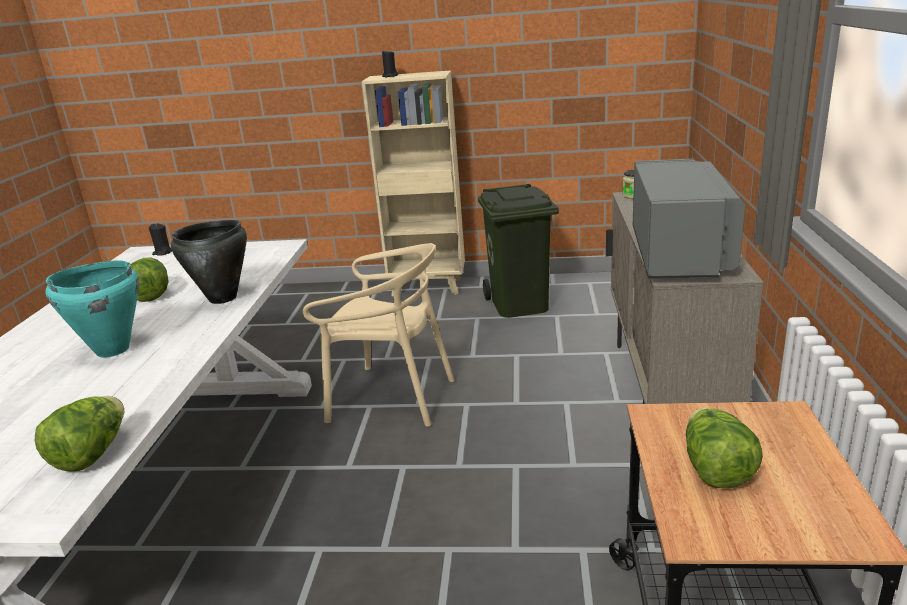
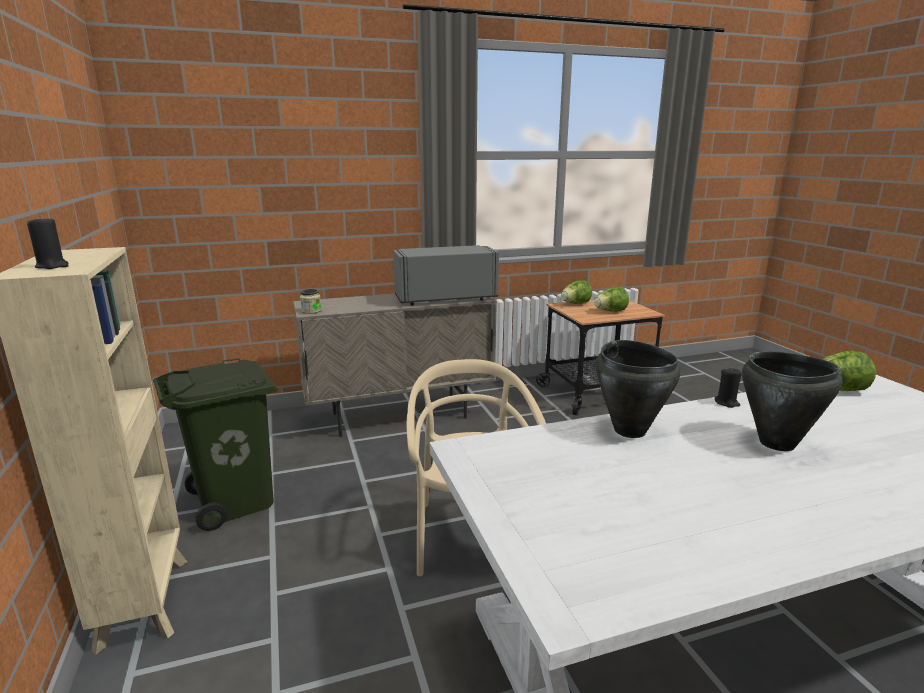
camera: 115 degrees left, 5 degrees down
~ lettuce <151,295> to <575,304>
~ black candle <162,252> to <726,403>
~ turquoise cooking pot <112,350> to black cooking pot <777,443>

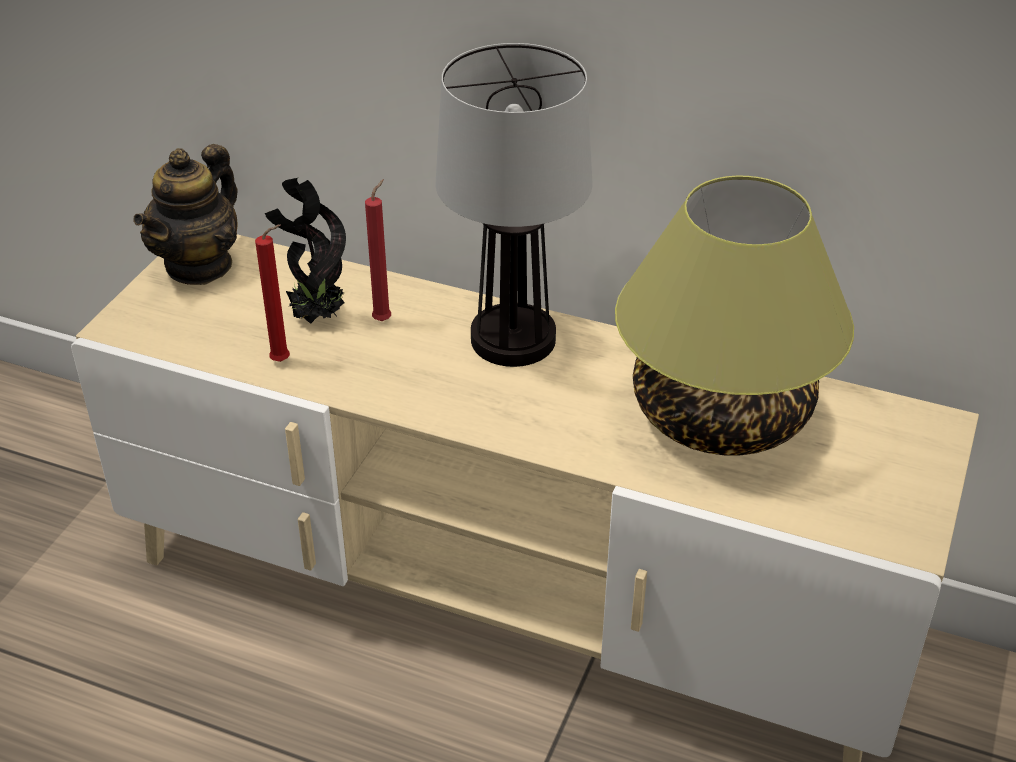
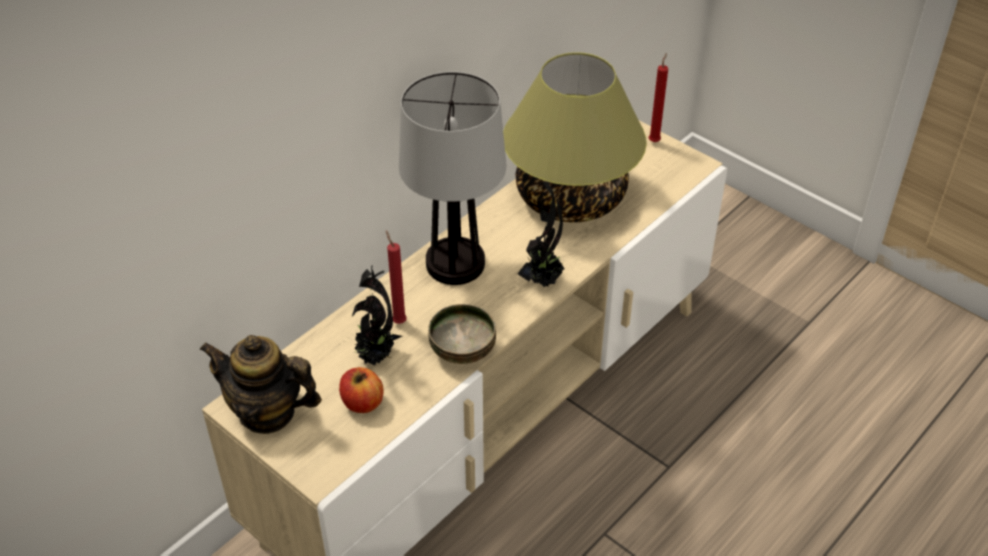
camera: 70 degrees left, 5 degrees up
+ apple <362,402>
+ bowl <463,350>
+ potted plant <543,279>
~ red candle <284,361> to <654,141>
~ teapot <199,265> = <267,412> 150 degrees clockwise

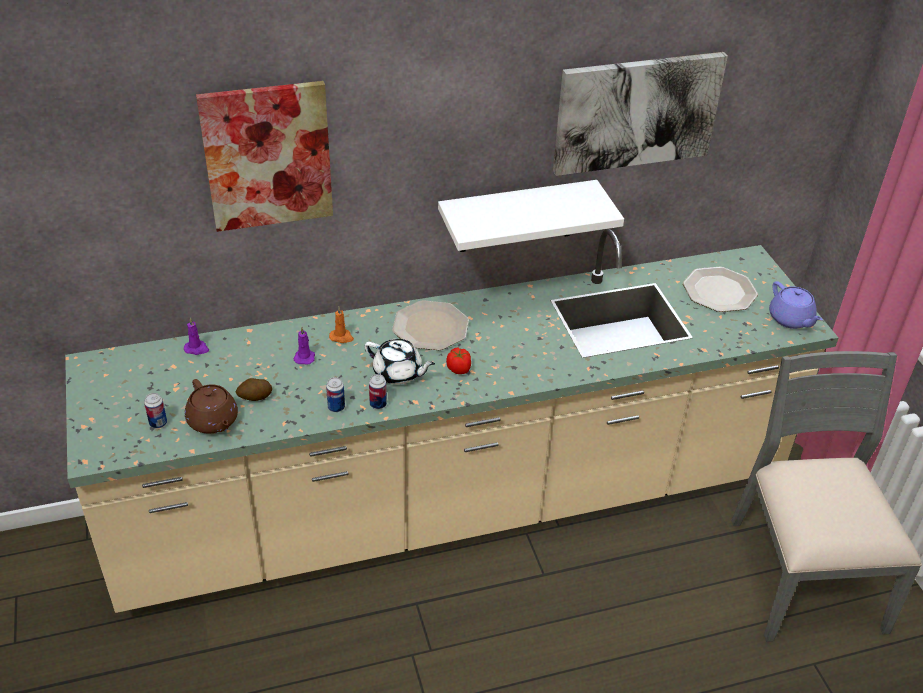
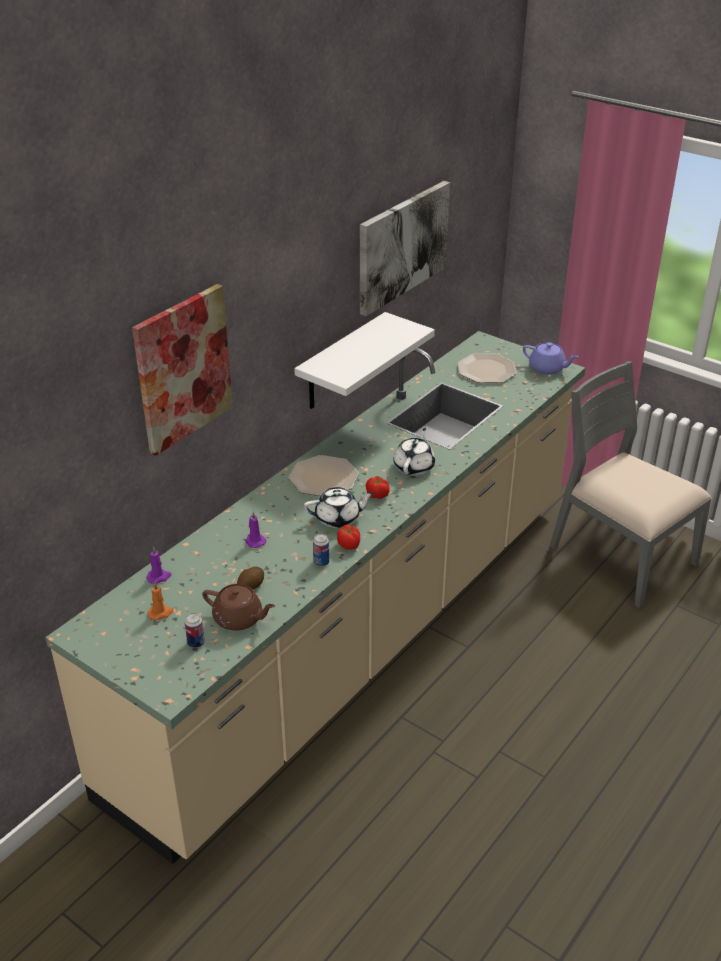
camera: 35 degrees left, 5 degrees down
+ white teapot <414,466>
~ orange candle <342,337> to <160,613>
~ can <378,404> to tomato <349,545>

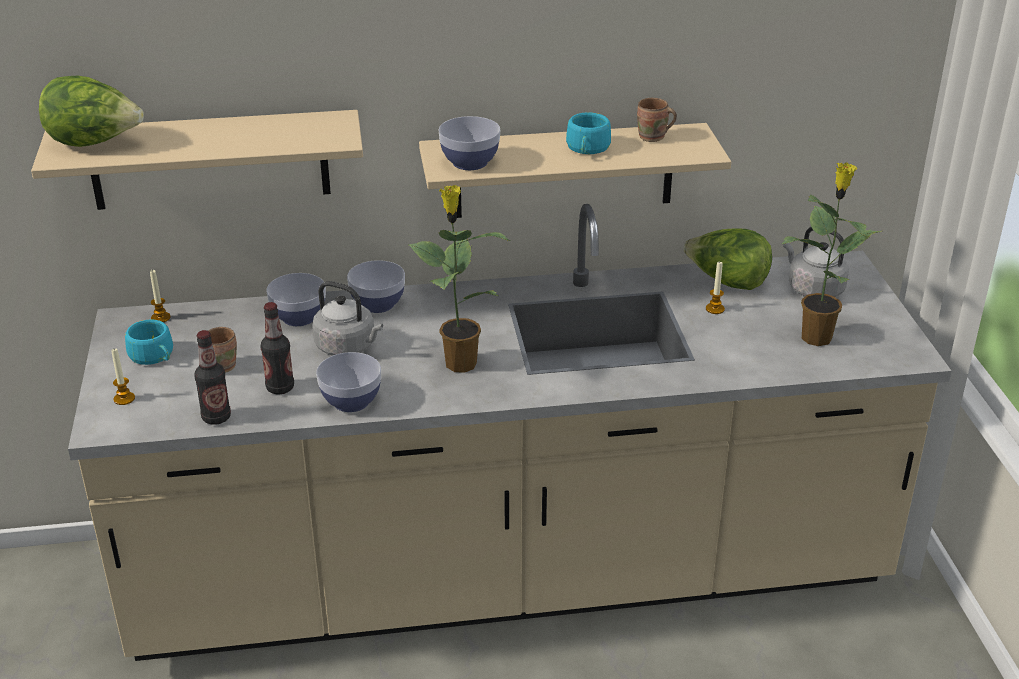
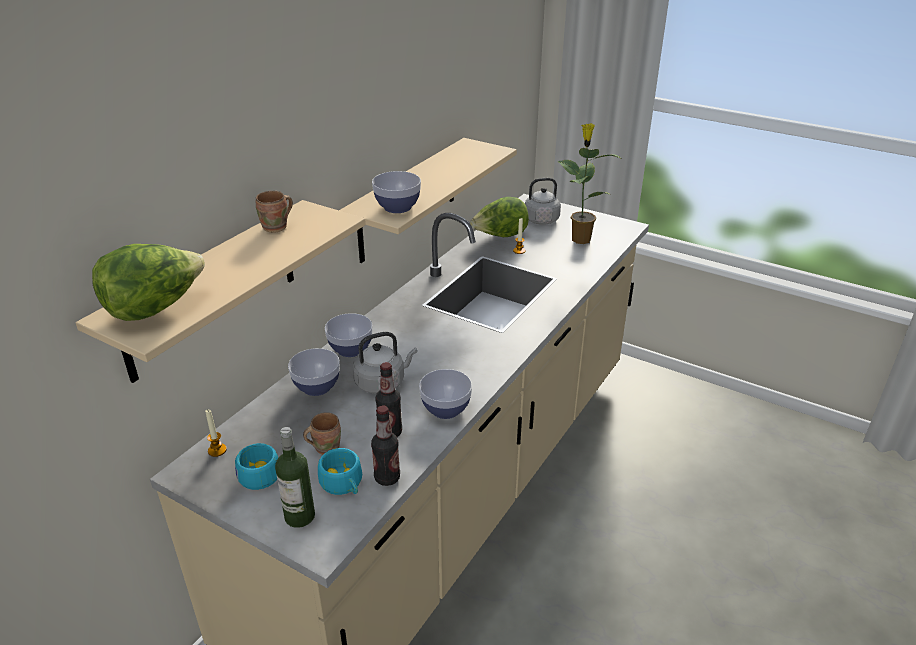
camera: 50 degrees left, 0 degrees up
- potted plant <459,362>
~ turquoise cup <587,149> to <343,484>
~ brown mug <653,138> to <277,228>
~ candle <124,399> to bottle <300,516>

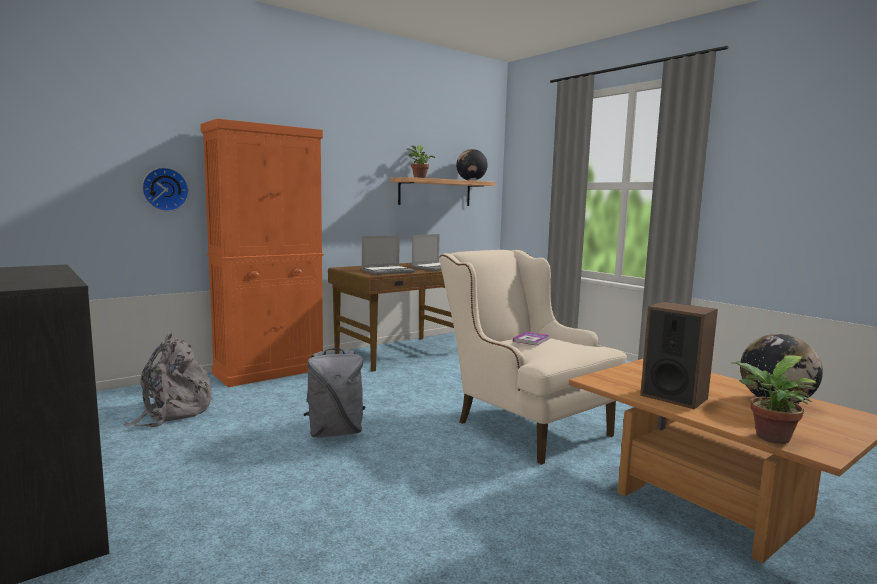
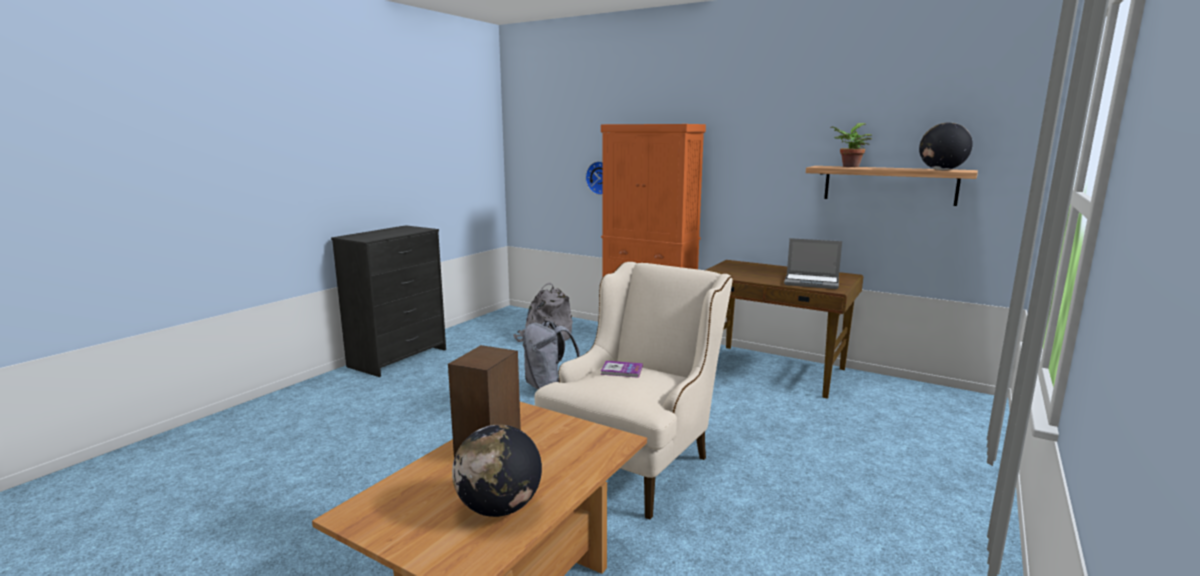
camera: 70 degrees right, 5 degrees up
- laptop <388,271>
- potted plant <769,438>

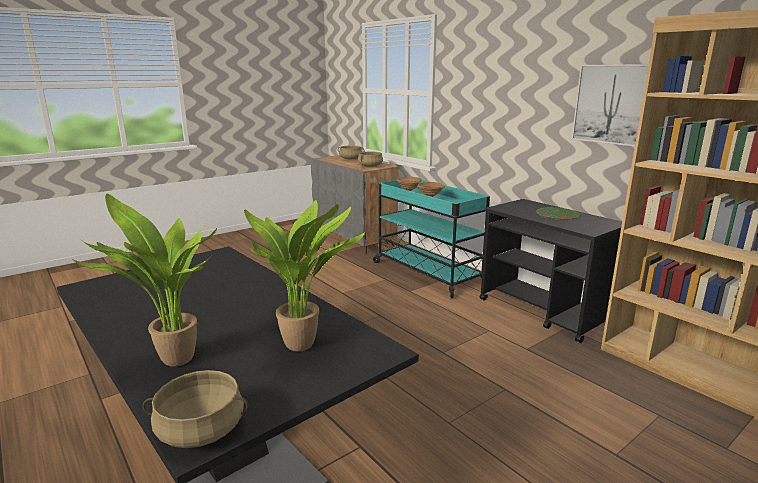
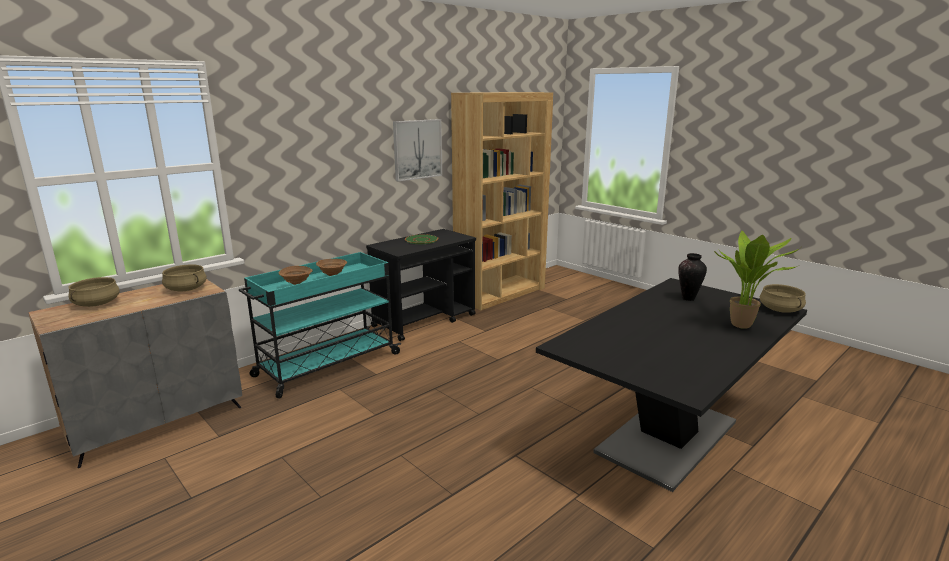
camera: 95 degrees left, 0 degrees up
~ potted plant <304,344> to vase <688,299>

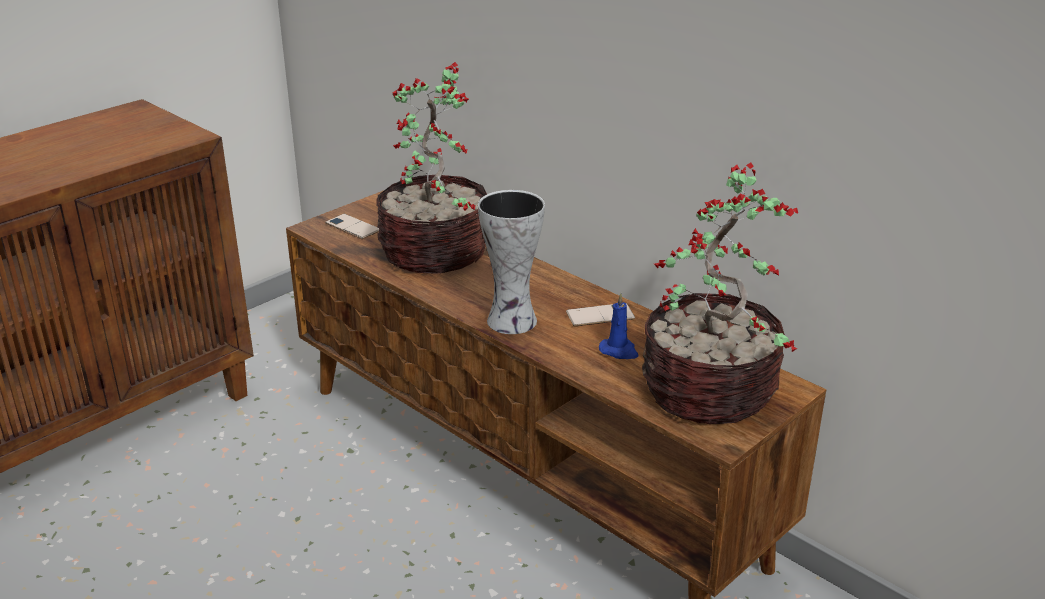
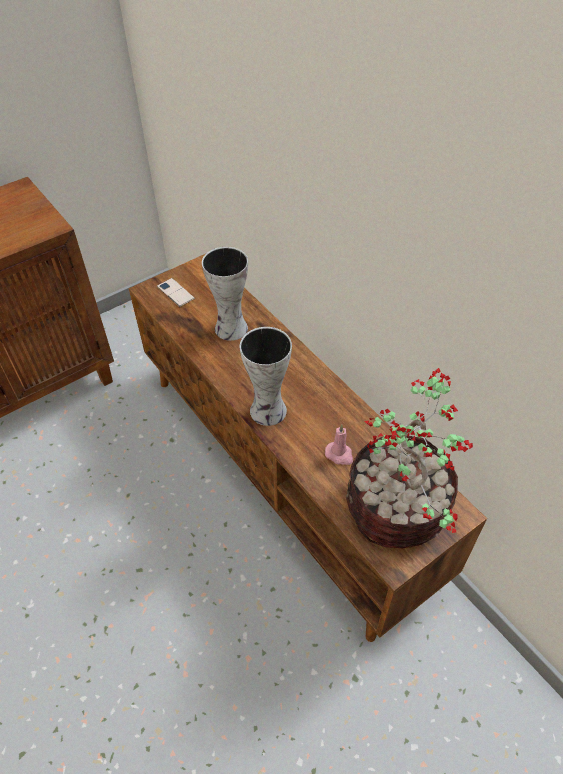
camera: 10 degrees right, 20 degrees up
- phone <600,315>
~ potted plant <436,253> to vase <229,328>
~ blue candle <619,351> to pink candle <339,454>

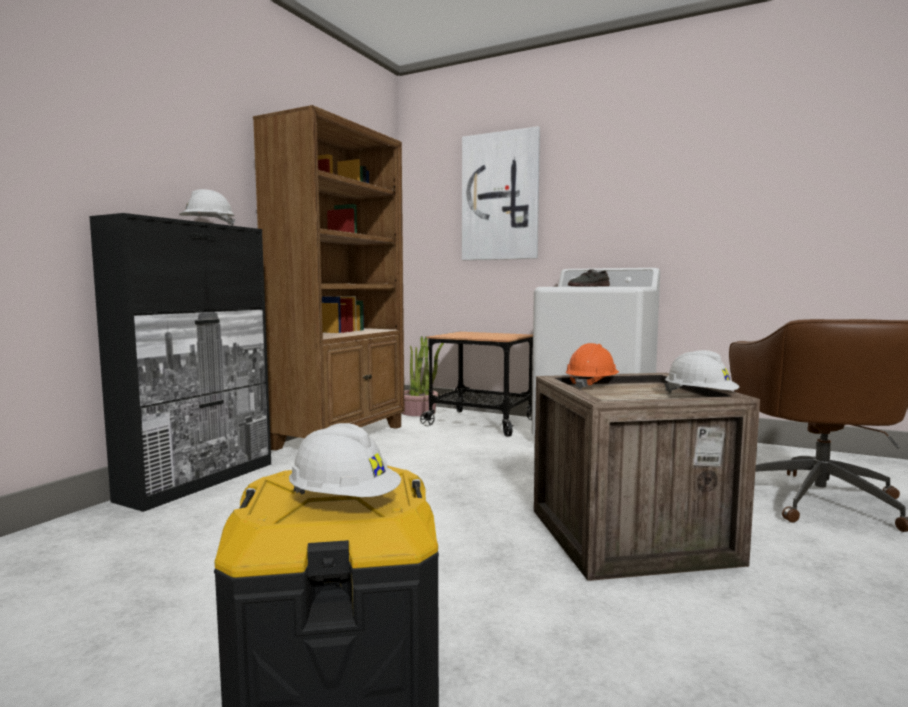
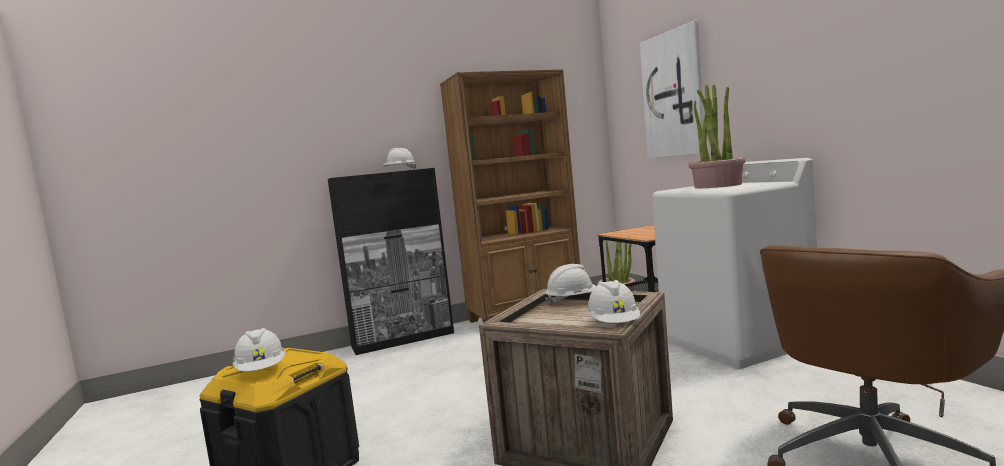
camera: 40 degrees right, 0 degrees up
~ grey shoe <589,286> to potted plant <717,186>
~ orange hard hat <591,385> to white hard hat <573,301>

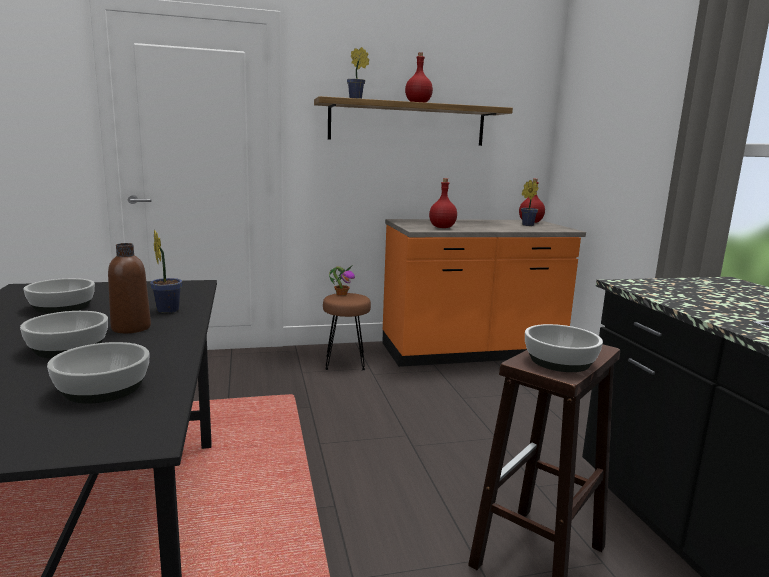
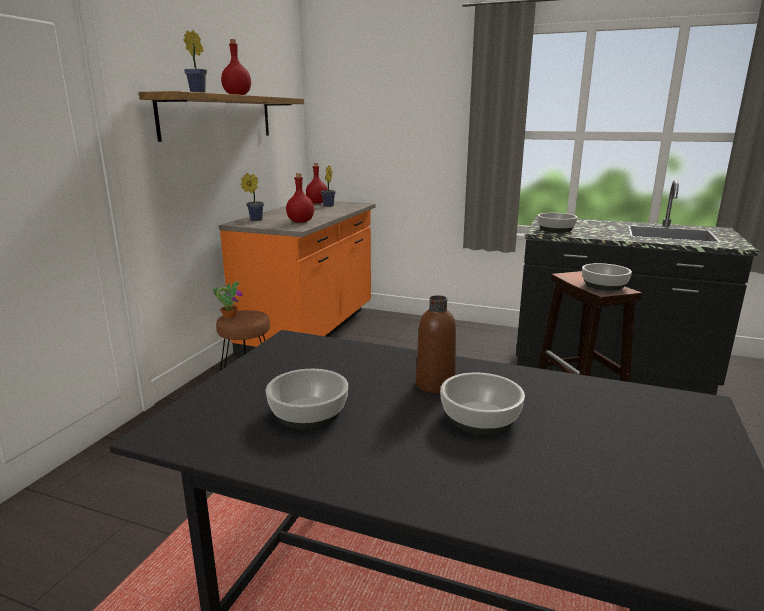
camera: 55 degrees left, 5 degrees up
~ bowl <102,389> to <556,229>
~ potted plant <167,309> to <254,220>

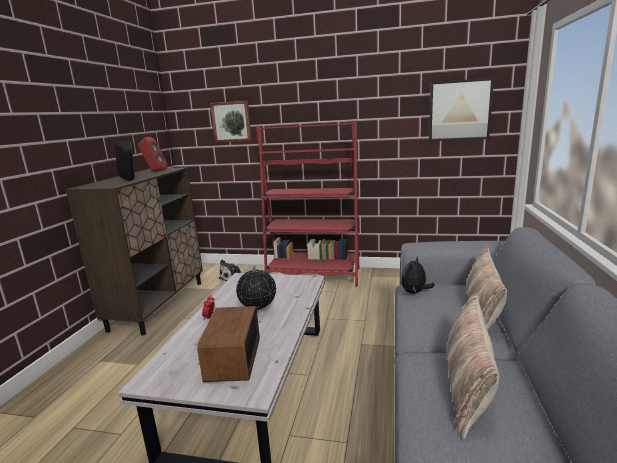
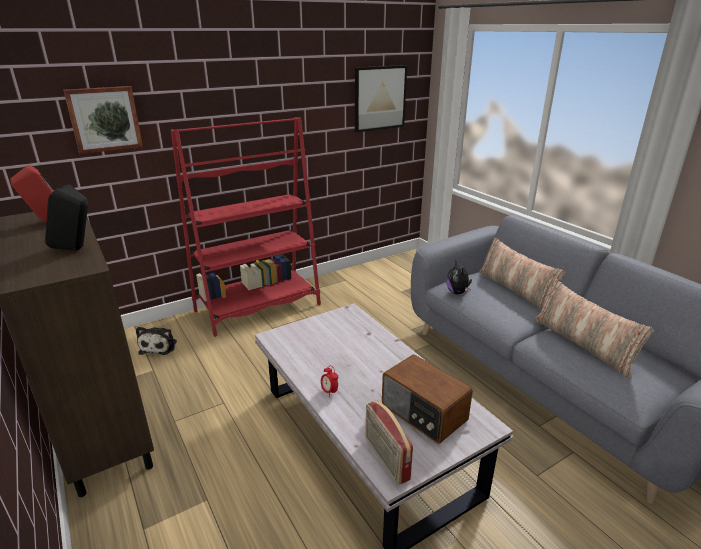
camera: 45 degrees left, 10 degrees up
- globe <258,312>
+ radio <385,458>

